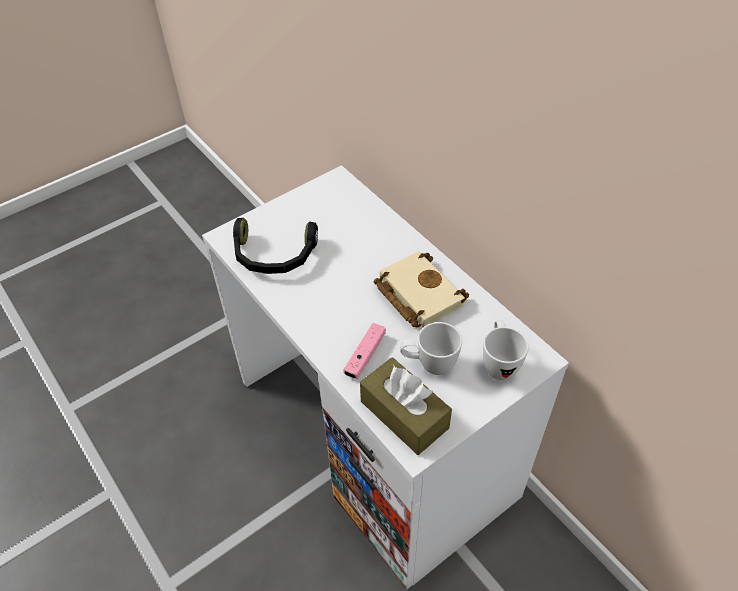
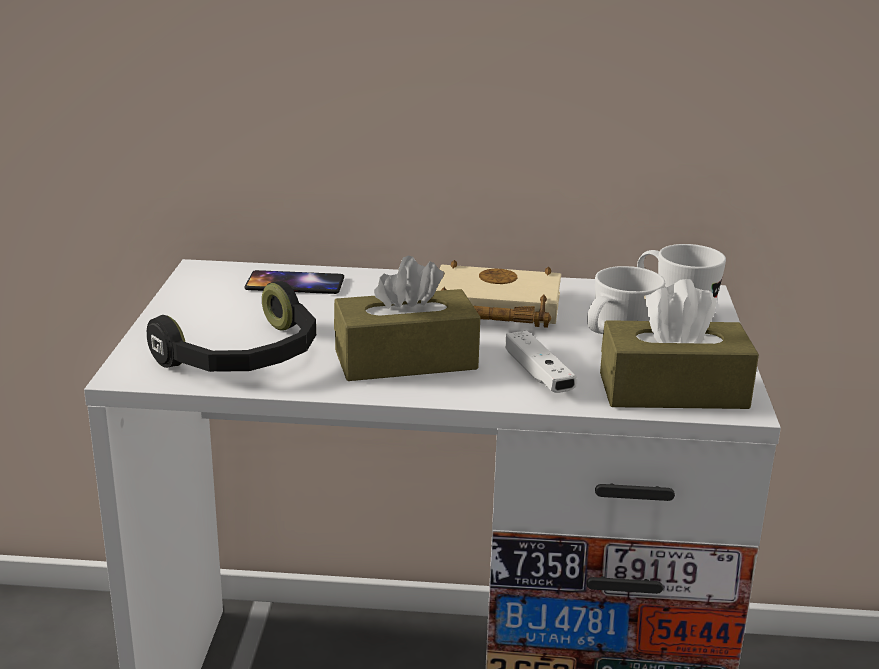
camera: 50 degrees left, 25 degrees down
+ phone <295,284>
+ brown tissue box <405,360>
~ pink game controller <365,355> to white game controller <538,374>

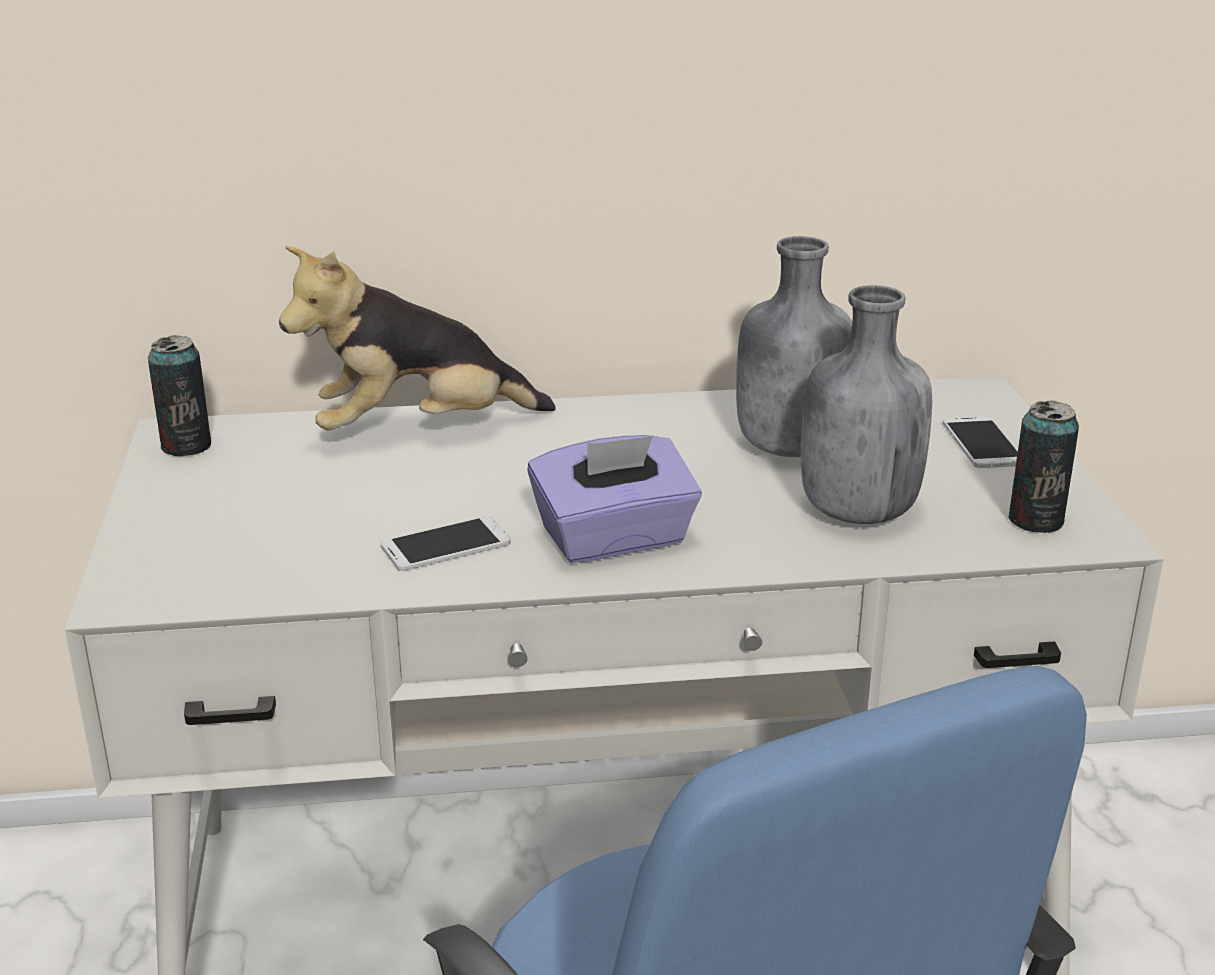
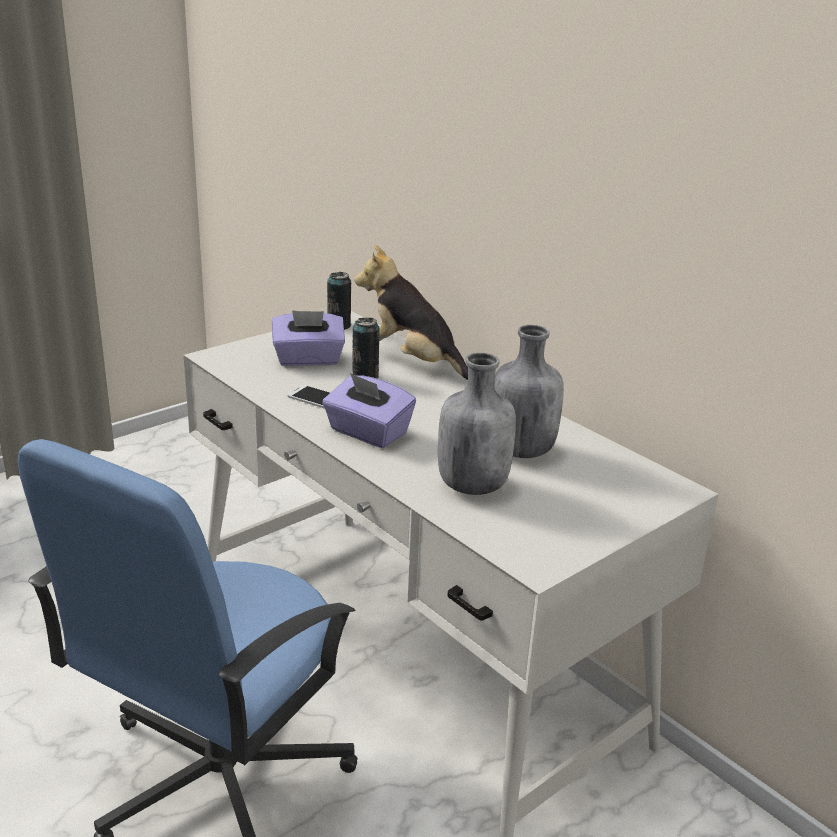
camera: 55 degrees right, 0 degrees up
- phone <982,443>
+ purple tissue box <308,359>
~ can <1035,520> to <365,376>

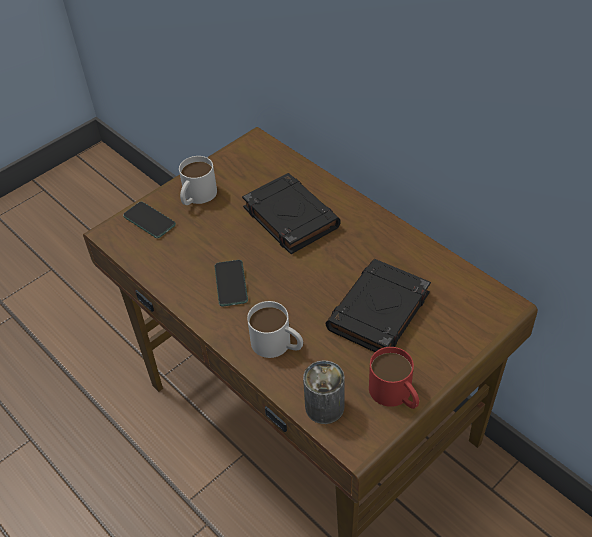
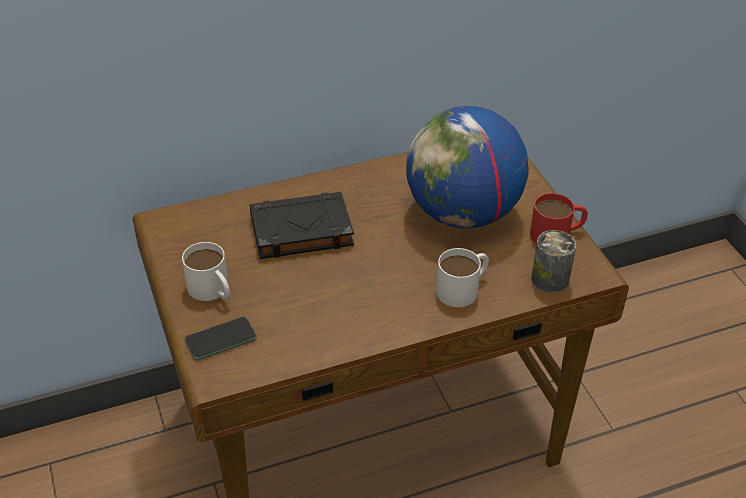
camera: 70 degrees left, 5 degrees down
- phone <231,284>
~ black book <378,312> to globe <463,214>

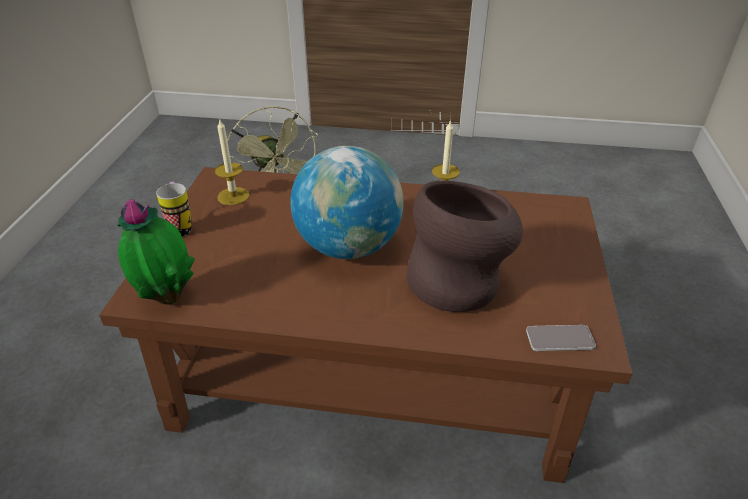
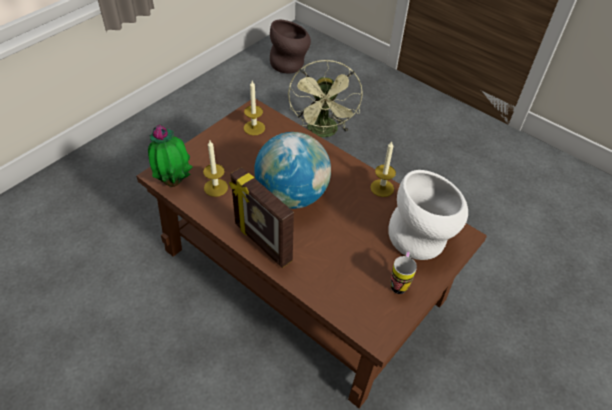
camera: 30 degrees right, 10 degrees up
- phone <559,339>
+ candle <216,187>
+ picture frame <262,243>
+ white vase <422,238>
~ mug <181,227> to <399,282>
~ brown vase <458,282> to <290,64>

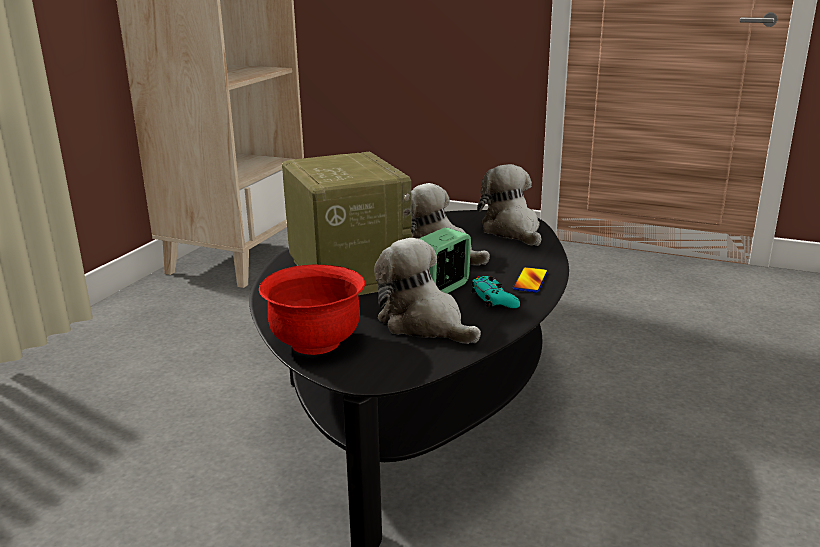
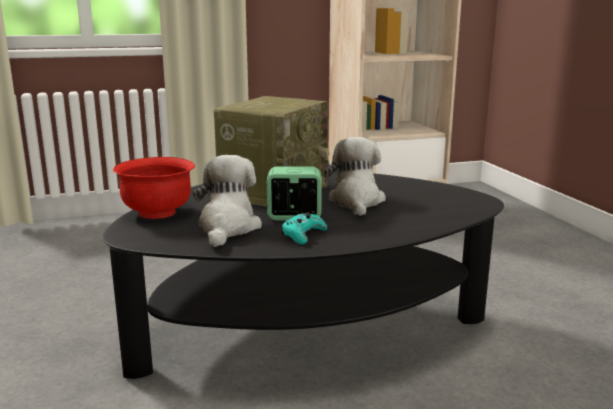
camera: 50 degrees right, 5 degrees down
- plush toy <512,231>
- phone <530,281>

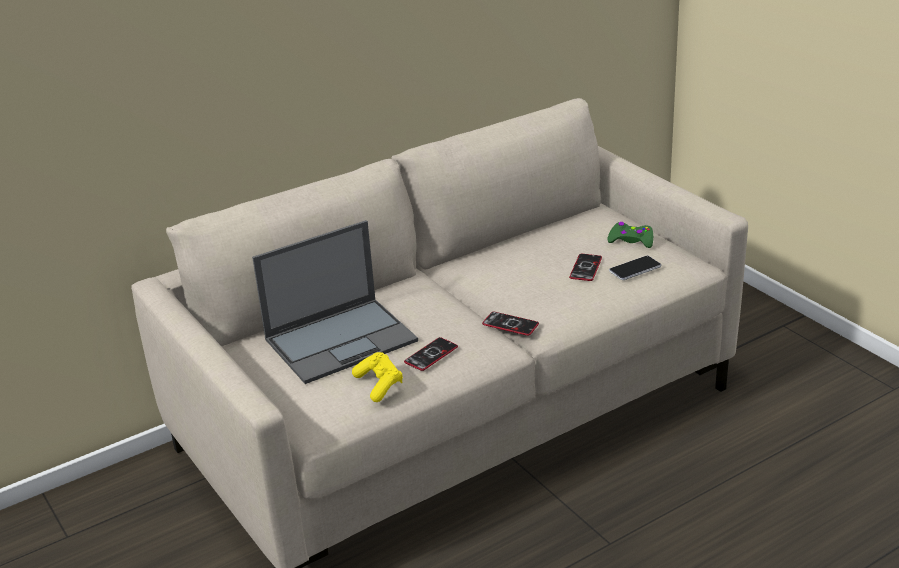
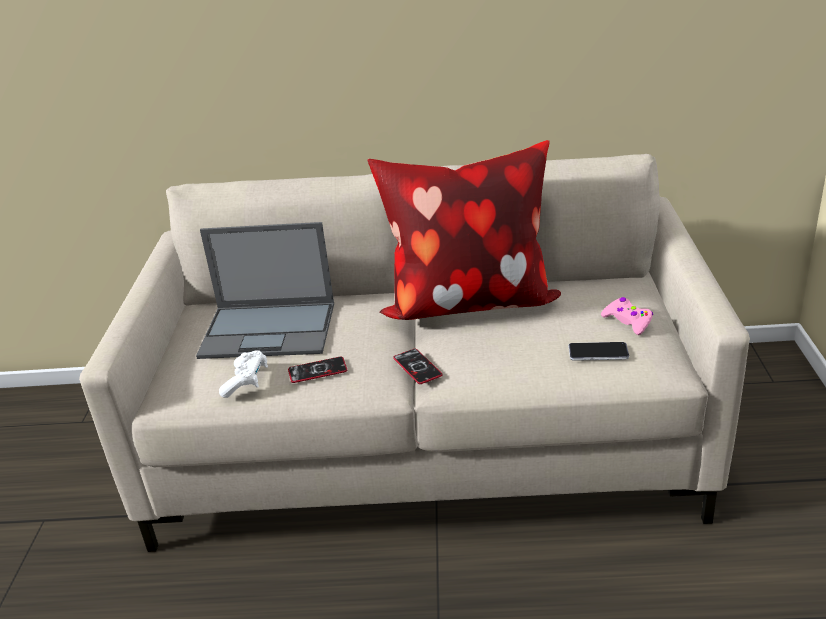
camera: 35 degrees right, 0 degrees up
- phone <585,268>
+ pillow <467,302>
~ yellow game controller <379,384> to white game controller <246,382>
~ green game controller <631,240> to pink game controller <628,321>

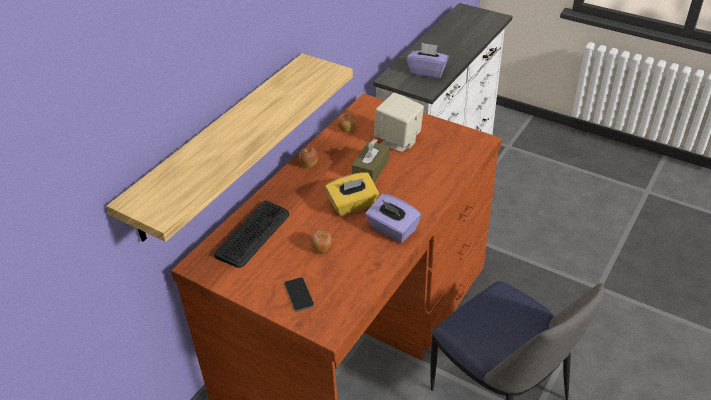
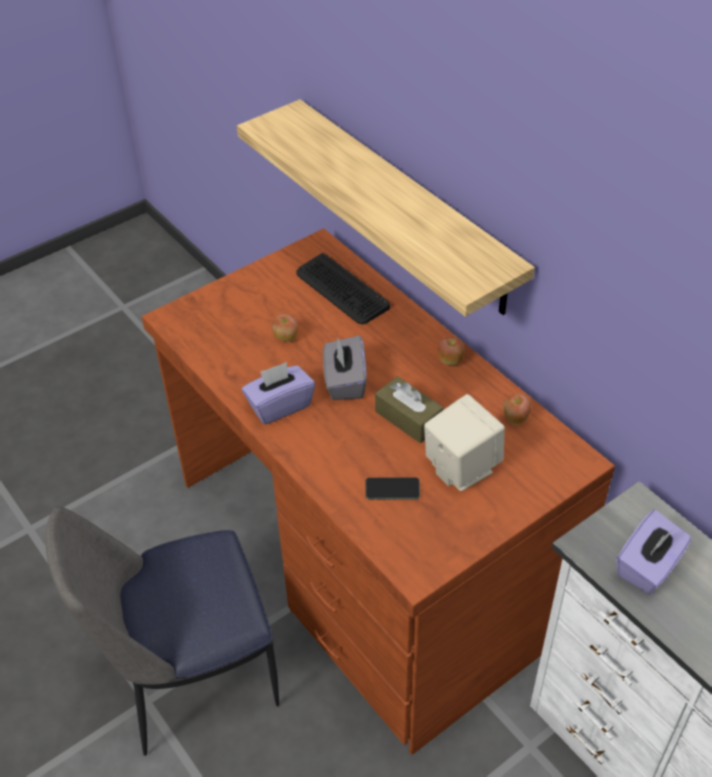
camera: 110 degrees right, 5 degrees up
~ phone <299,294> to <392,489>
~ yellow tissue box <353,205> to grey tissue box <345,382>

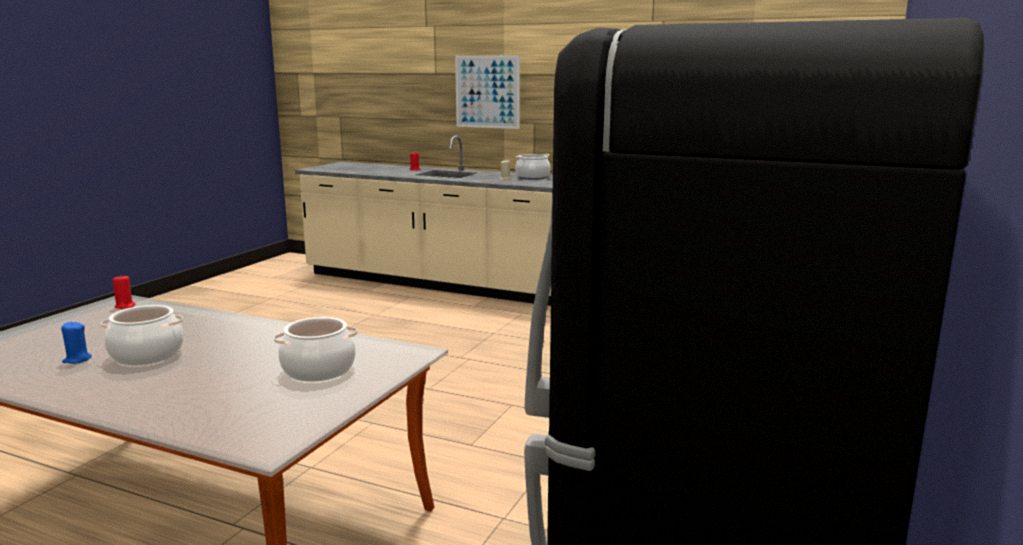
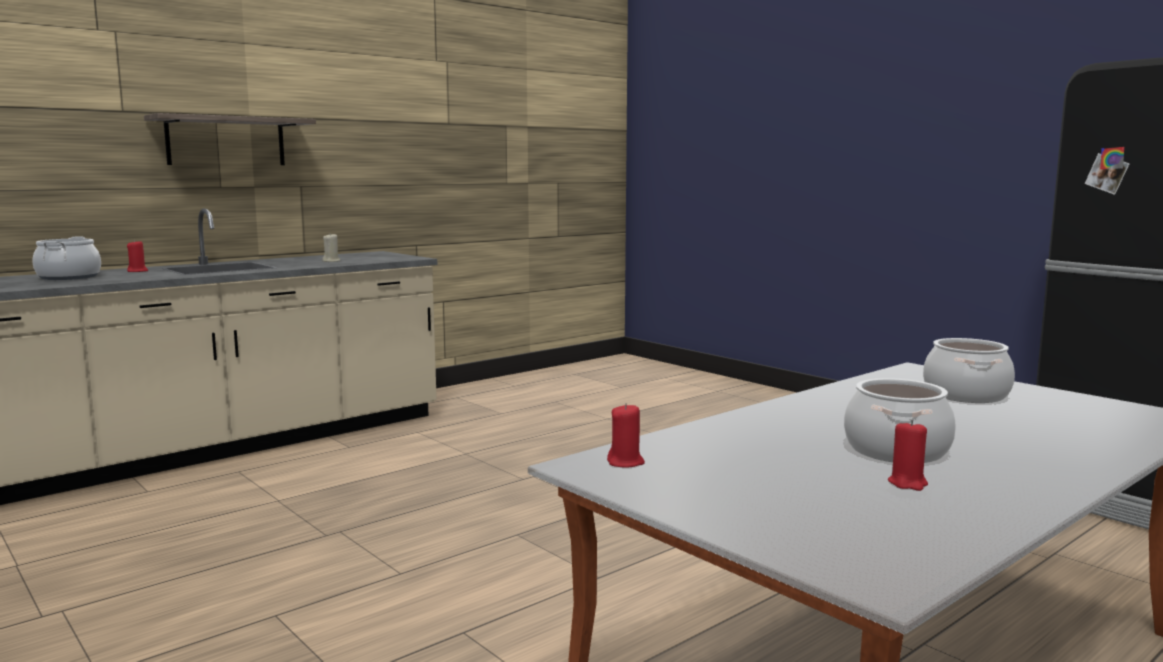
camera: 65 degrees left, 5 degrees down
~ cooking pot <532,177> to <68,277>
~ picture <487,92> to shelf <226,141>
~ blue candle <77,360> to red candle <908,483>

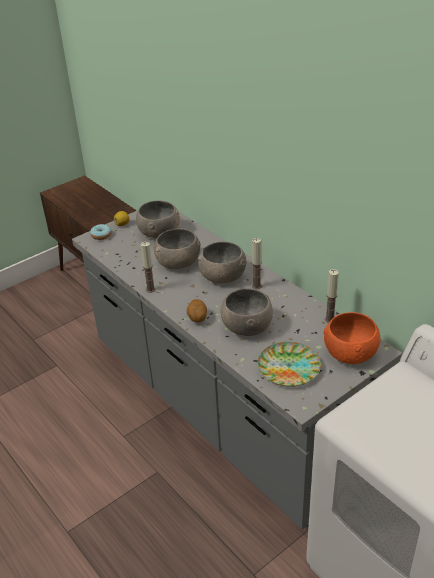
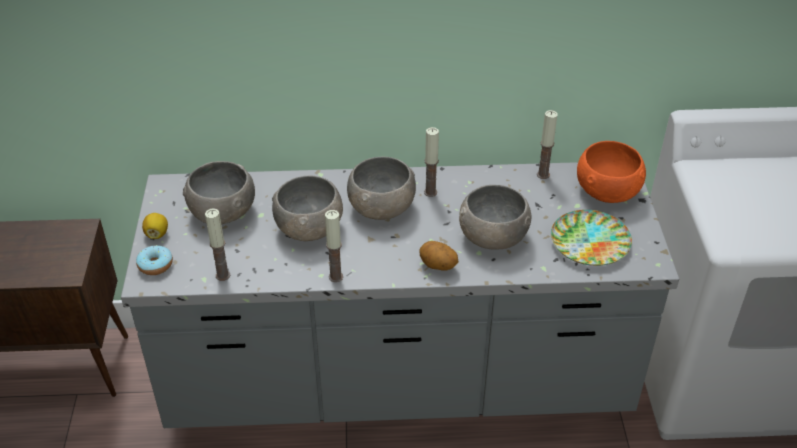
camera: 55 degrees left, 5 degrees up
+ candle <223,275>

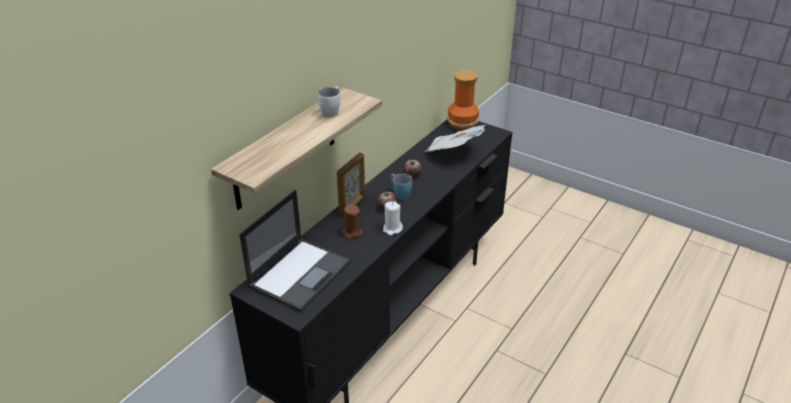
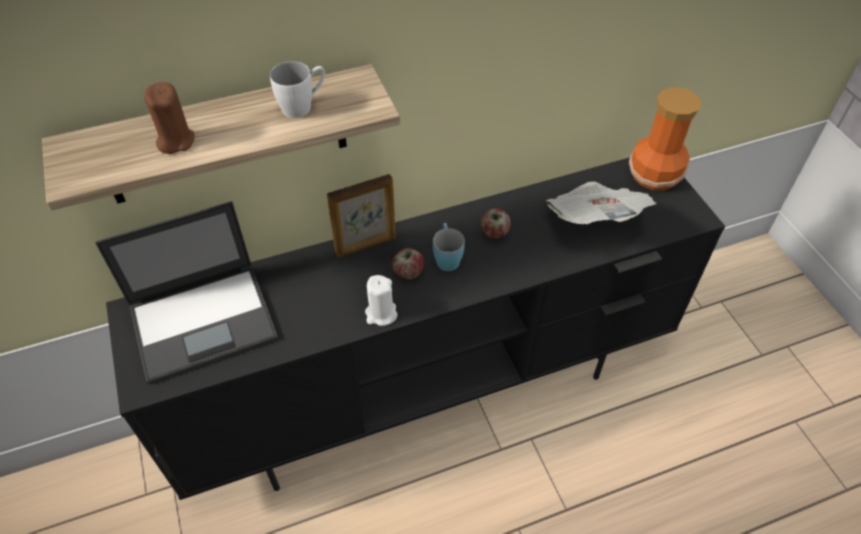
camera: 35 degrees right, 15 degrees up
~ brown candle <352,233> to <175,141>

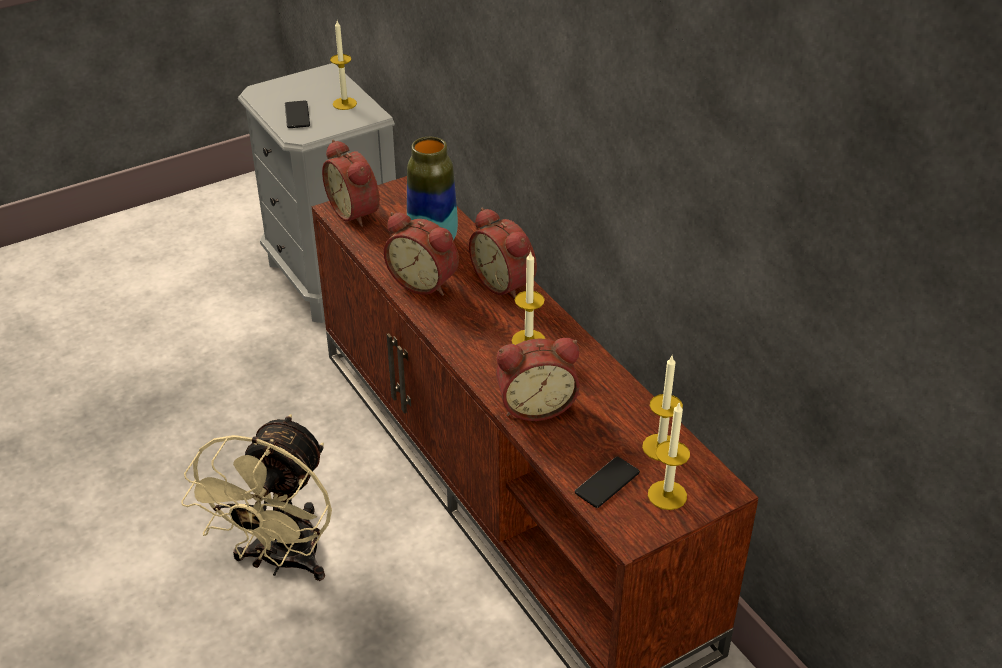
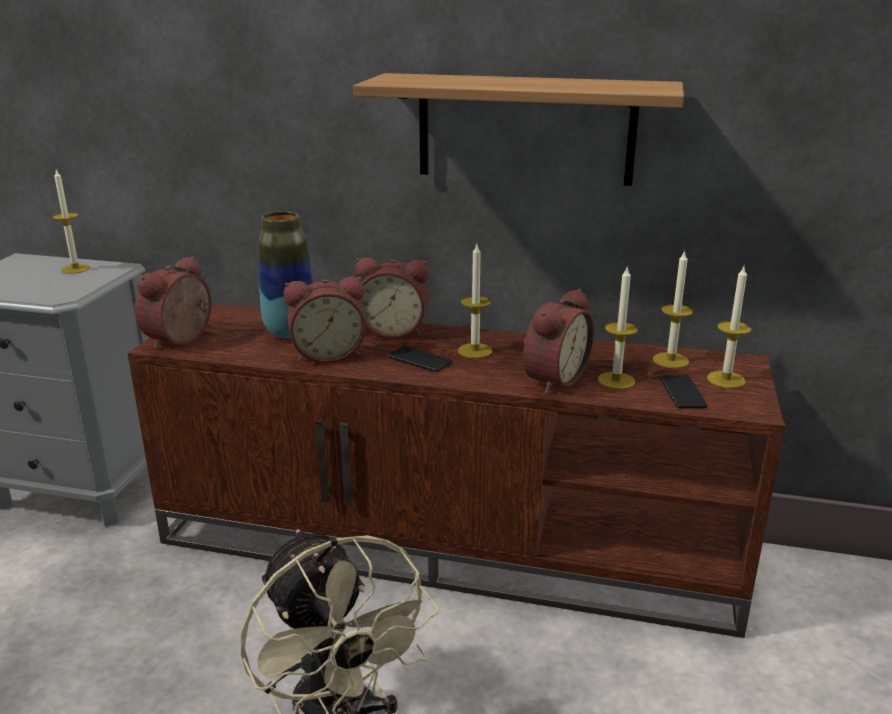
camera: 45 degrees left, 15 degrees down
+ shelf <525,129>
+ candle <616,380>
~ phone <297,115> to <419,360>
~ alarm clock <357,211> = <182,340> 105 degrees clockwise

